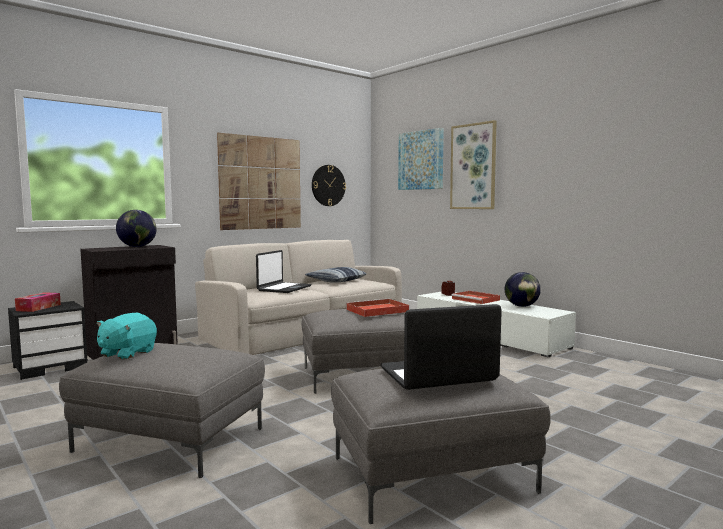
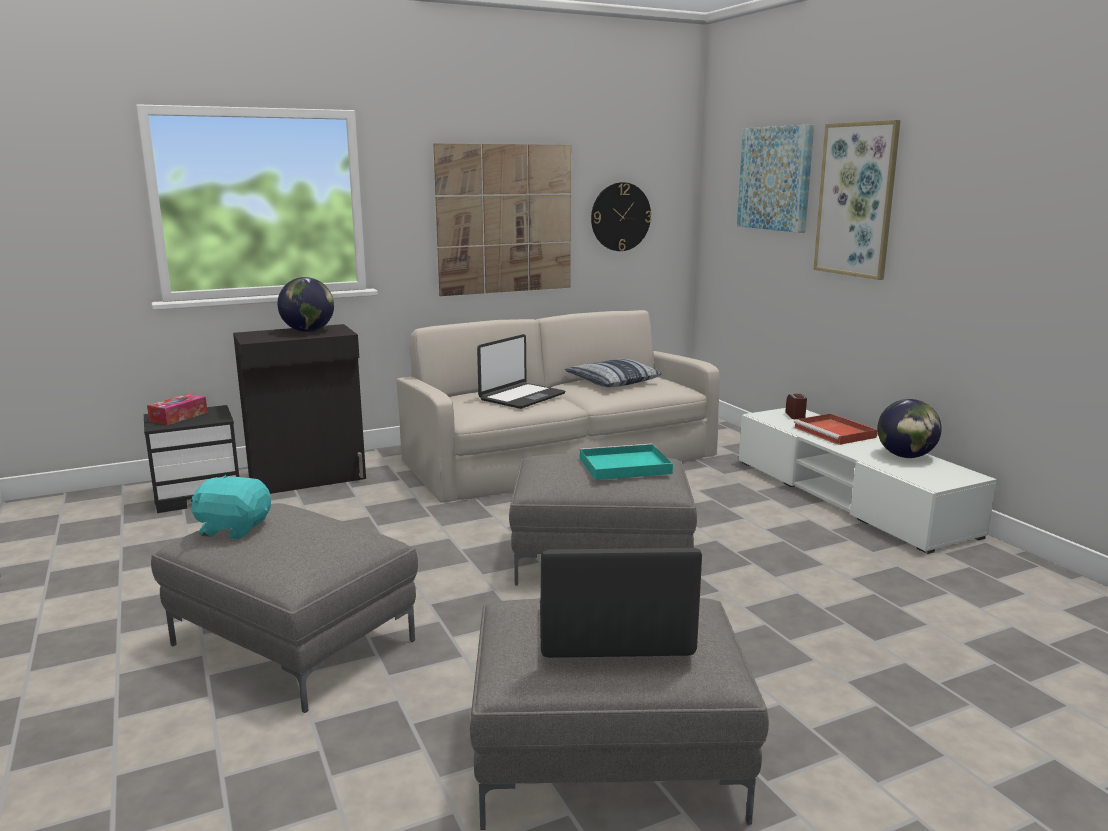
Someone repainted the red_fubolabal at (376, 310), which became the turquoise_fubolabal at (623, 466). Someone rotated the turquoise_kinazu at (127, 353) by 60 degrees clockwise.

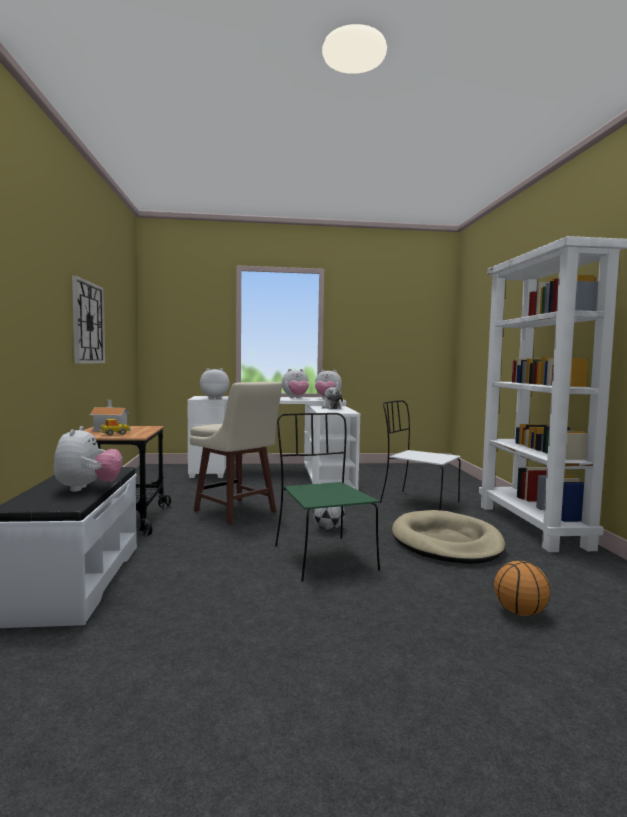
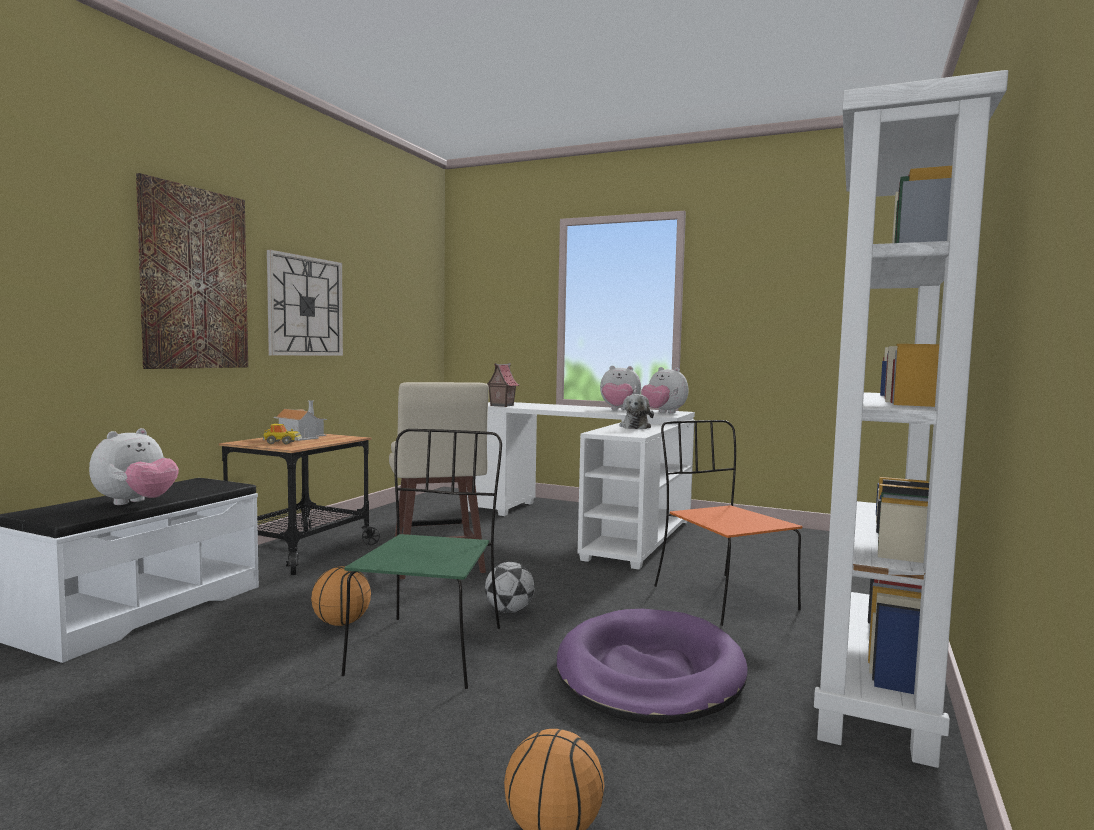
Someone swapped the kinazu at (215, 398) for the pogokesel at (501, 405). Someone repainted the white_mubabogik at (417, 502), which became the orange_mubabogik at (721, 597). Someone repainted the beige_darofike at (446, 542), which became the purple_darofike at (649, 673). Someone put up the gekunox at (194, 279). Someone put down the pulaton at (341, 623).

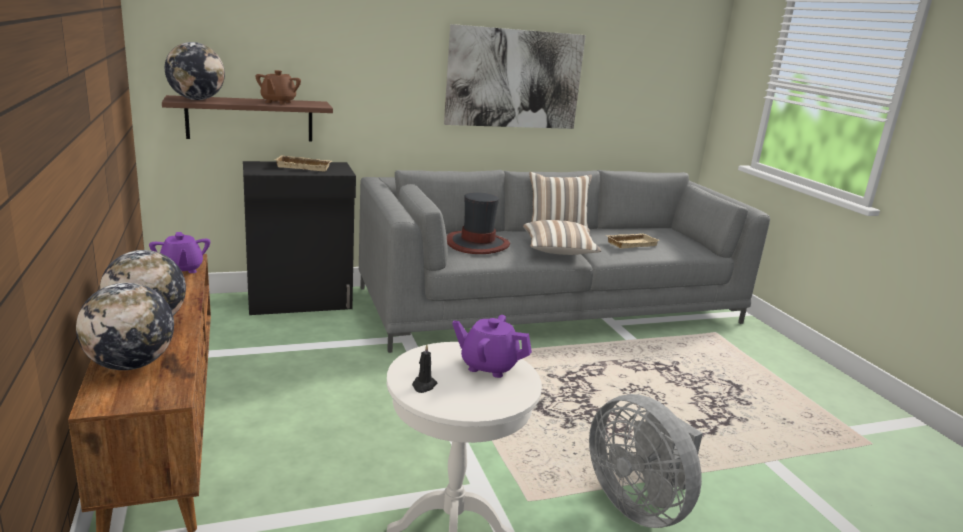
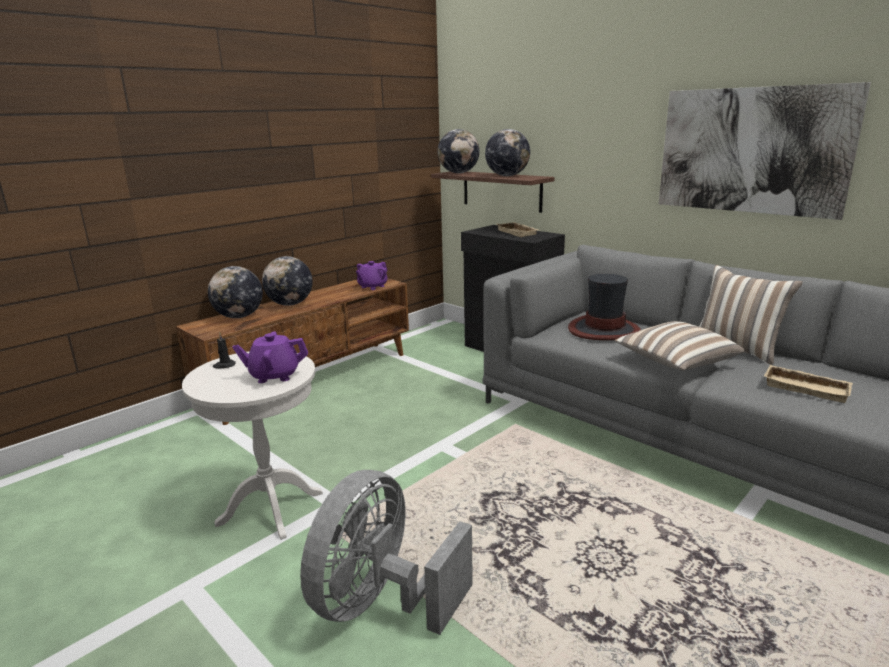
Someone swapped the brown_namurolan at (278, 102) for the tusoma at (507, 176). Someone rotated the purple_namurolan at (488, 366) by 90 degrees counterclockwise.

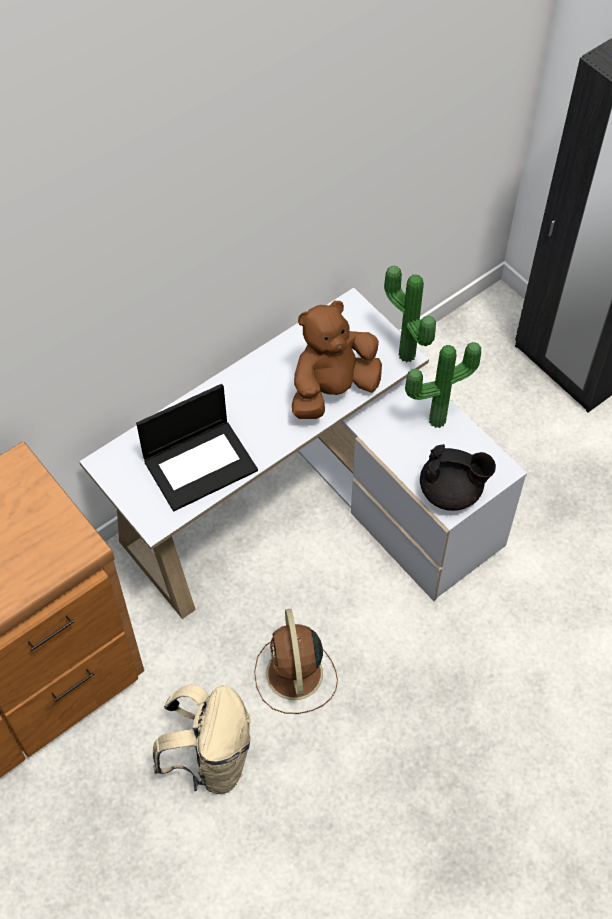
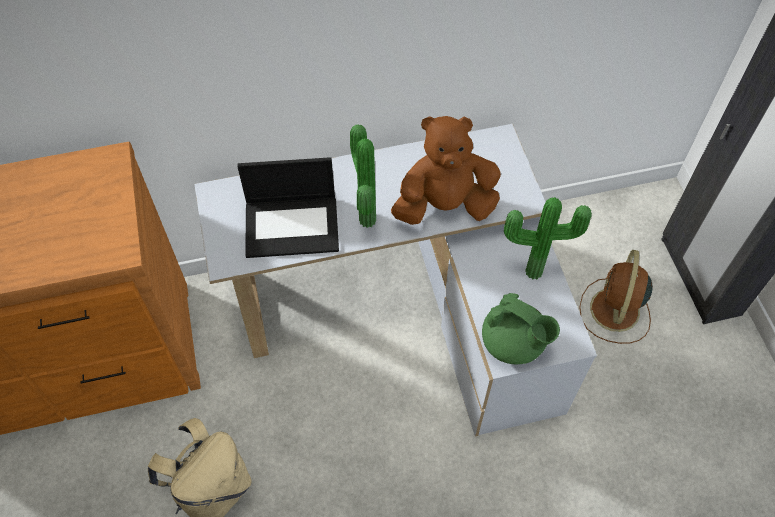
Someone carried the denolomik from (404, 357) to (364, 221). Someone repainted the black_namurolan at (451, 491), which became the green_namurolan at (513, 343). Someone carried the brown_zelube from (295, 676) to (614, 312).

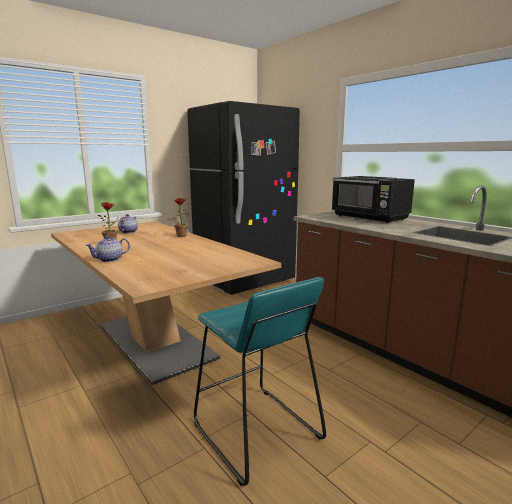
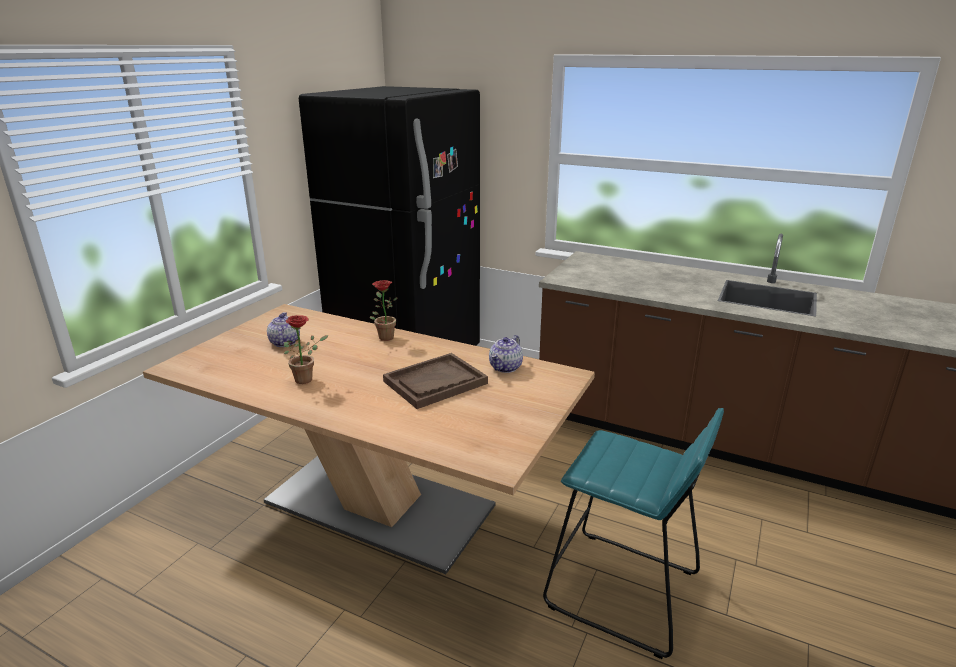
Someone took away the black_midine at (370, 218). Someone carried the namurolan from (109, 259) to (506, 367). Someone put down the brown_fubolabal at (435, 382).

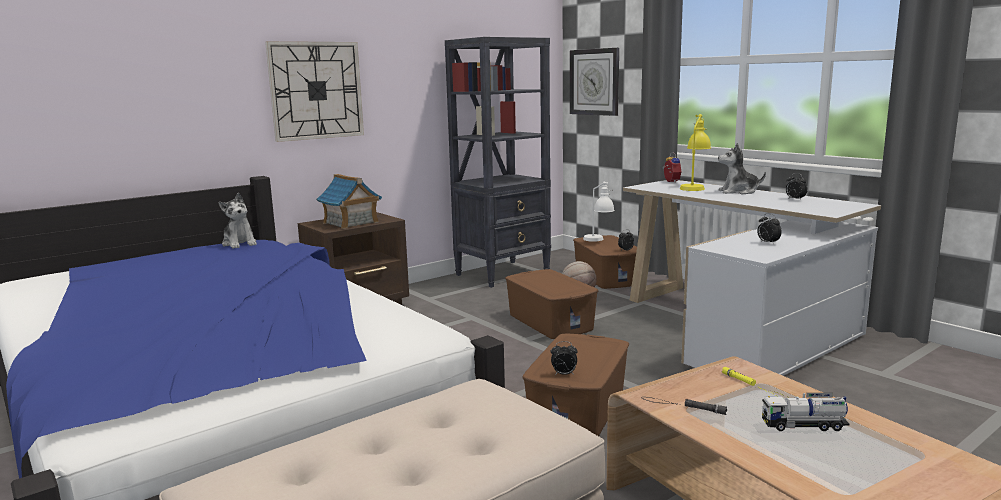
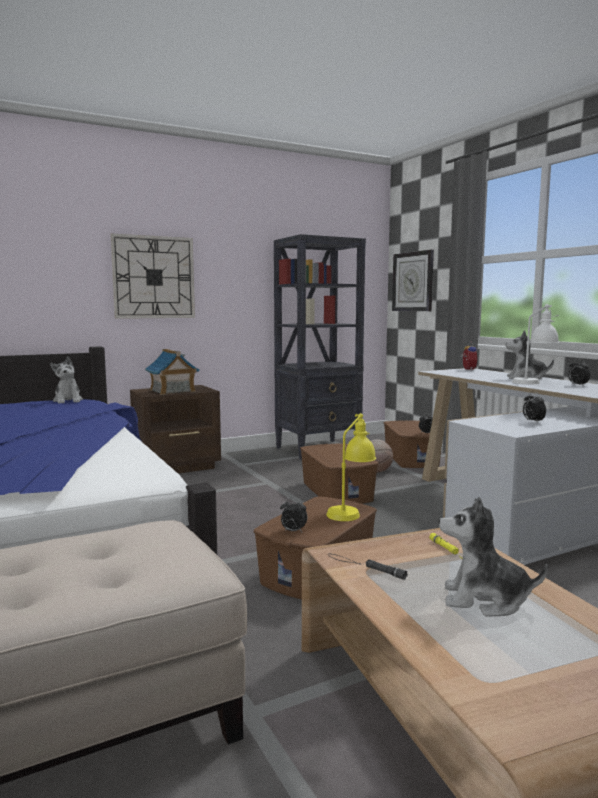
Someone carried the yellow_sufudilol from (694, 187) to (351, 511). Someone carried the white_sufudilol from (598, 240) to (534, 384). Someone swapped the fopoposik at (804, 426) for the kinazu at (484, 600).

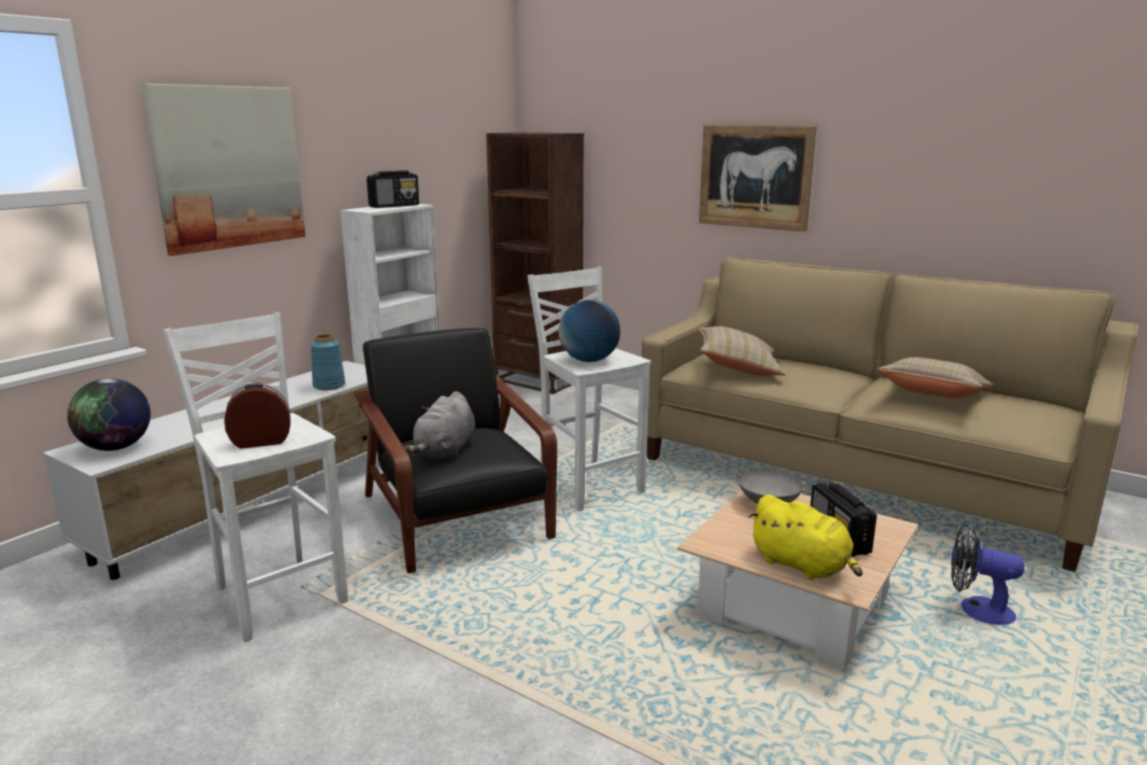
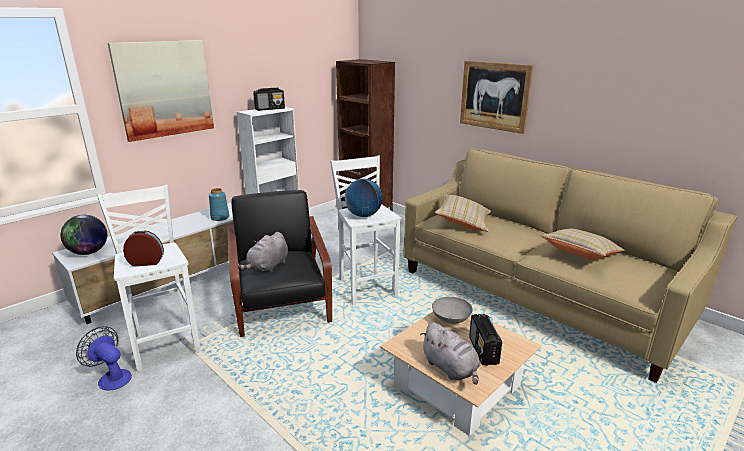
Someone repainted the yellow_kinazu at (803, 566), which became the grey_kinazu at (451, 368). Someone carried the zelube from (976, 610) to (111, 377).

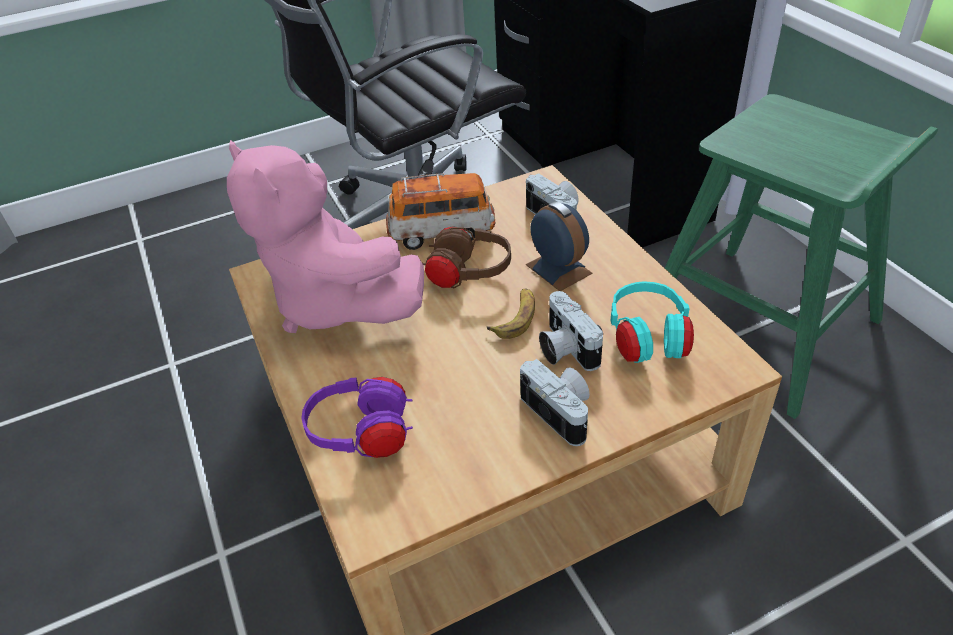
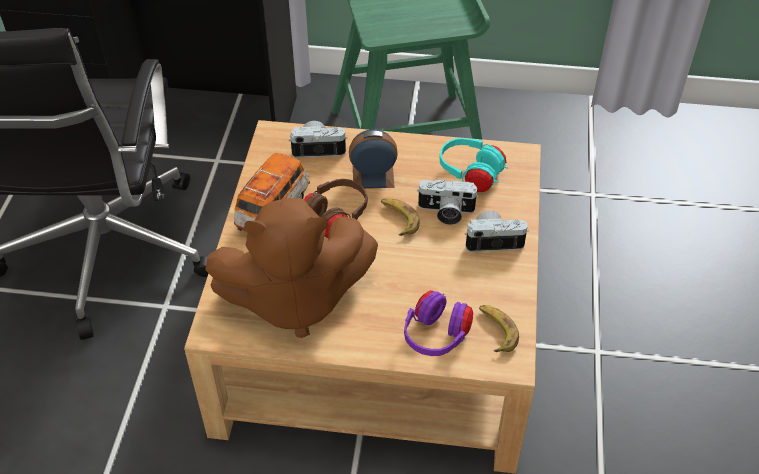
Someone repainted the pink_kinazu at (336, 303), which became the brown_kinazu at (294, 299). Someone put down the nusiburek at (496, 331).

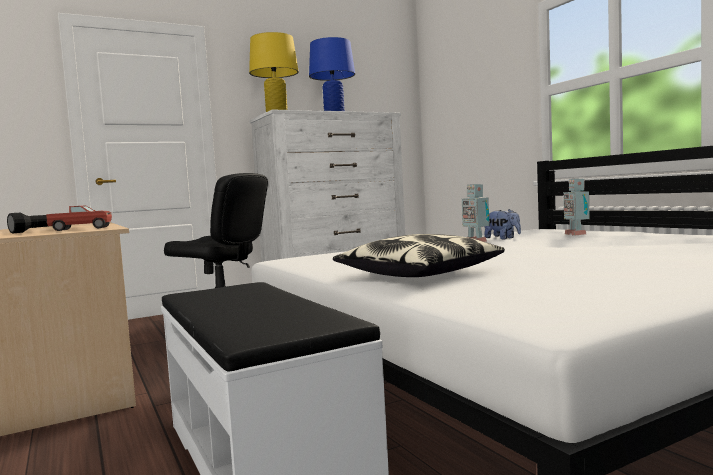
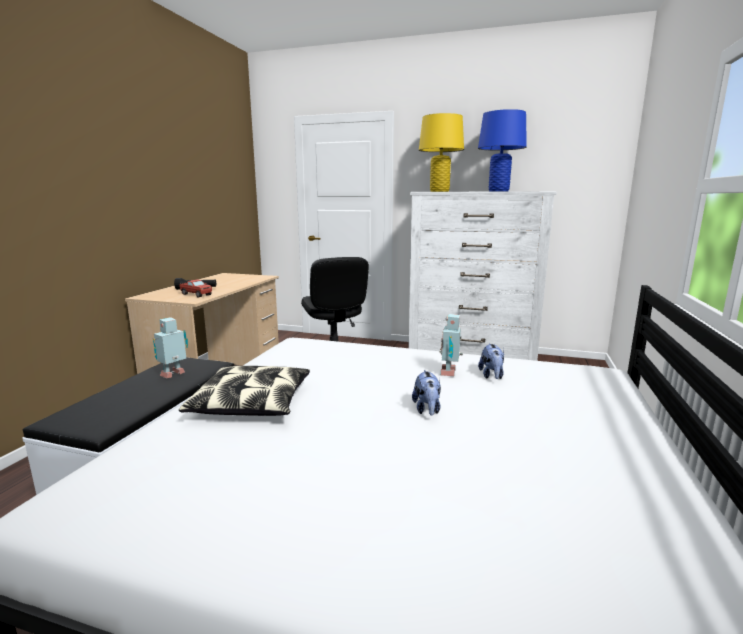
Someone carried the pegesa from (576, 234) to (174, 374). Someone put down the kinazu at (427, 409).

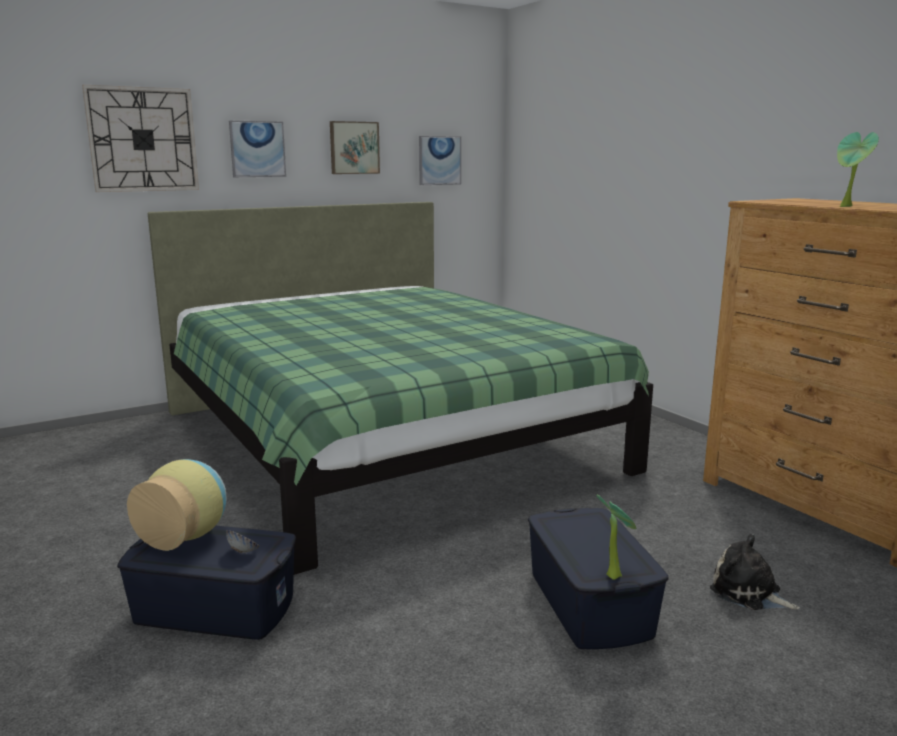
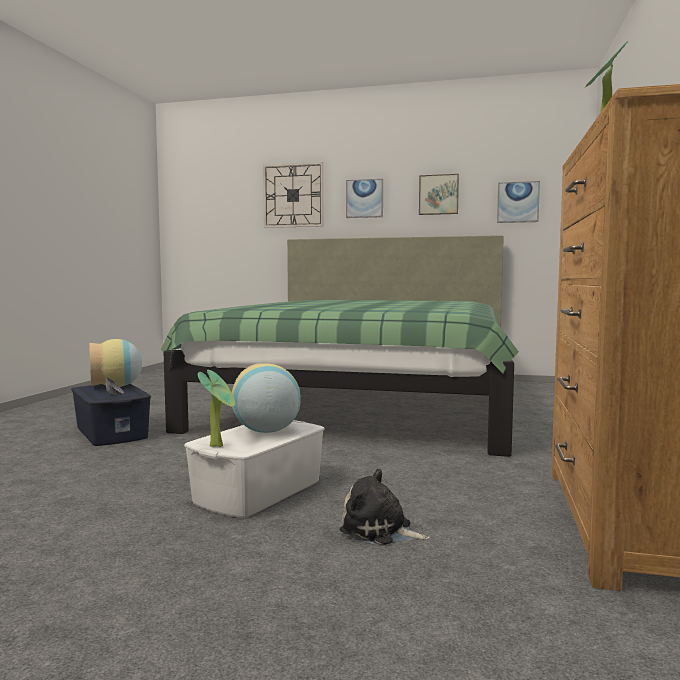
Someone repainted the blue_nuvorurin at (588, 604), which became the white_nuvorurin at (258, 491). Someone rotated the kinazu at (749, 593) by 60 degrees counterclockwise. Someone put down the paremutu at (266, 431).

